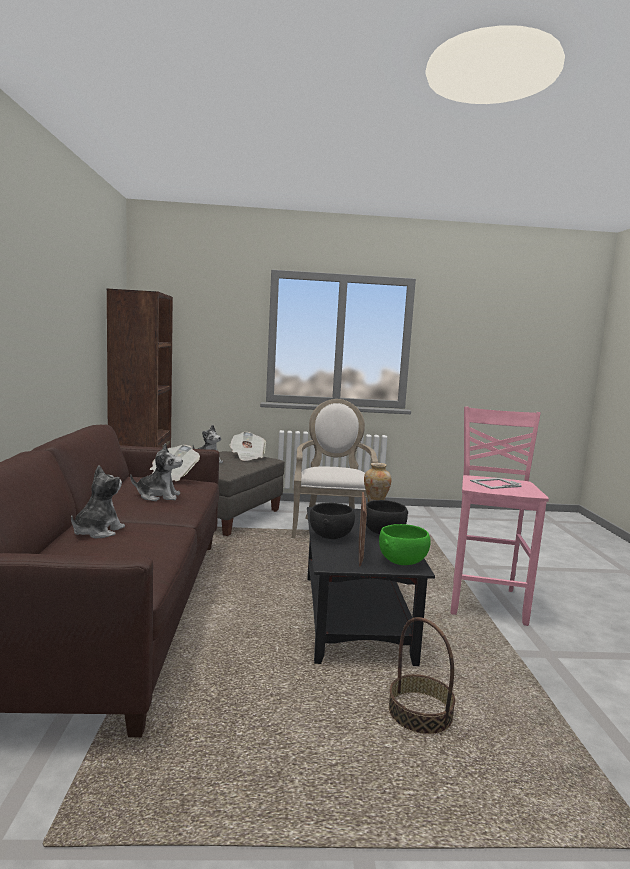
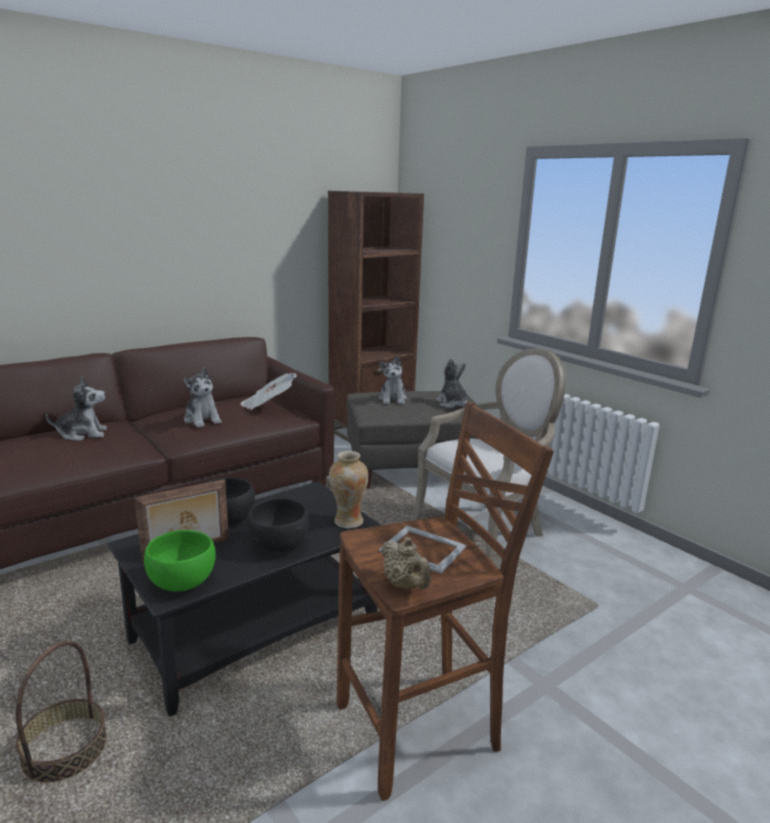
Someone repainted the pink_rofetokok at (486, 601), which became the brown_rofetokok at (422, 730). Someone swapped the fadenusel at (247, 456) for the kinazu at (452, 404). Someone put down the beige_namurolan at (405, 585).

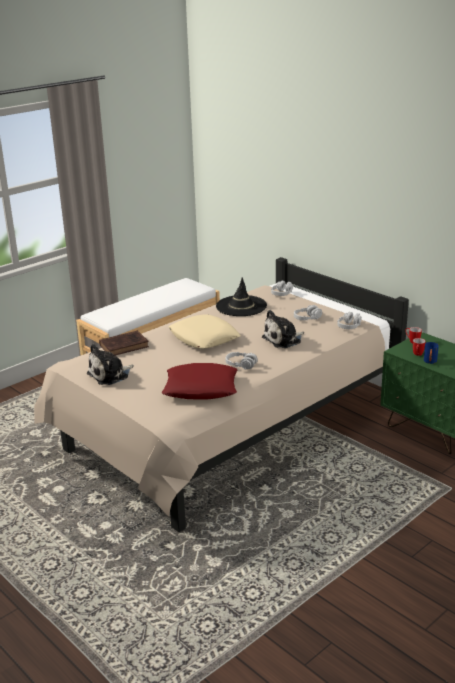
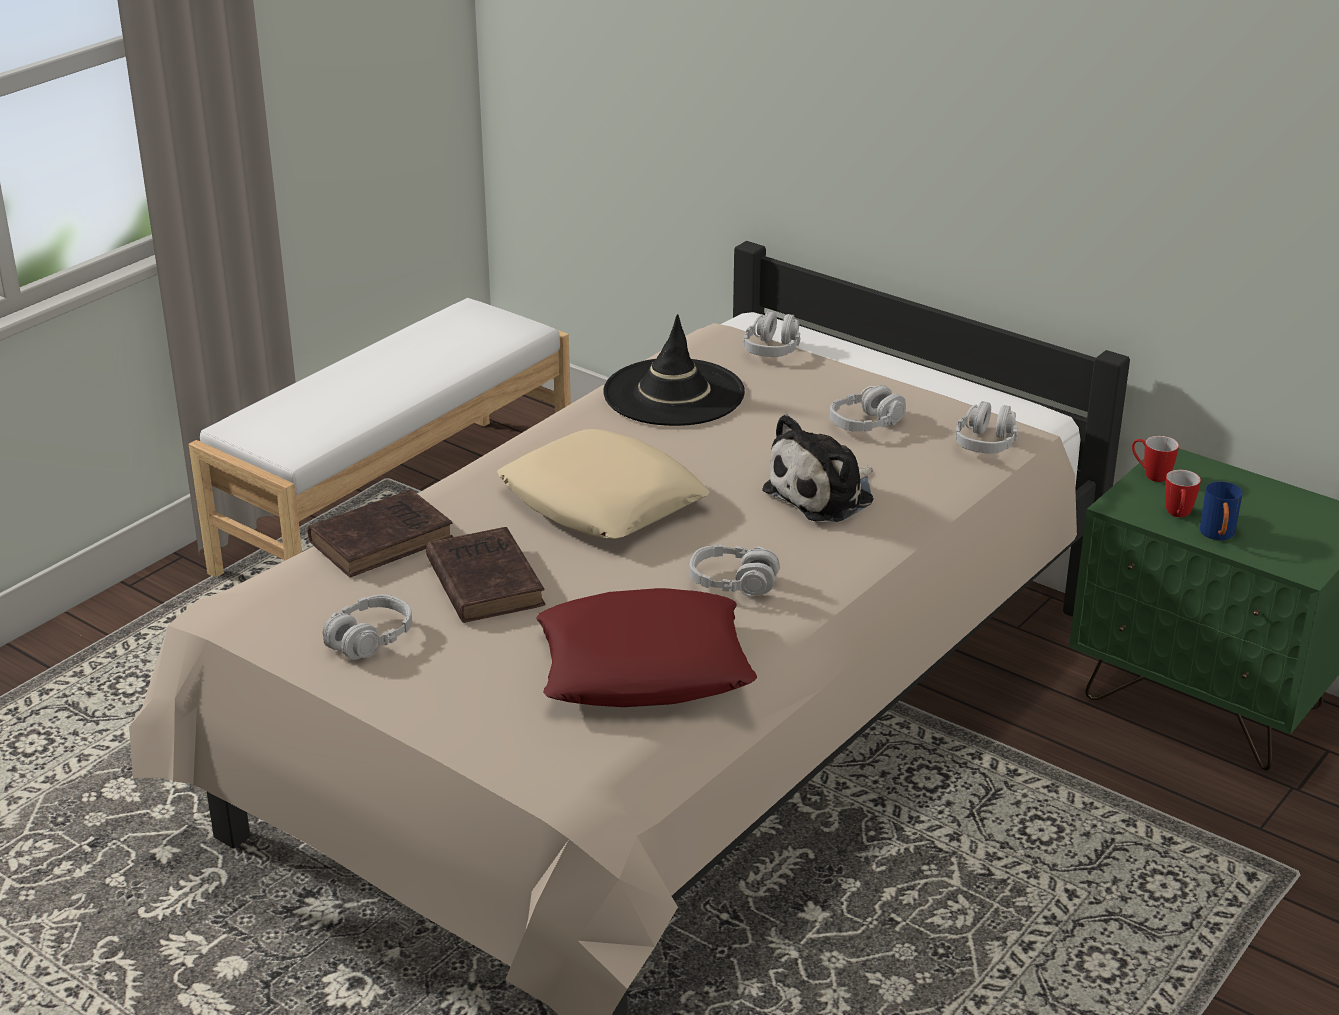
Someone swapped the kinazu at (110, 375) for the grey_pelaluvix at (369, 639). Someone put down the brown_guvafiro at (484, 580).

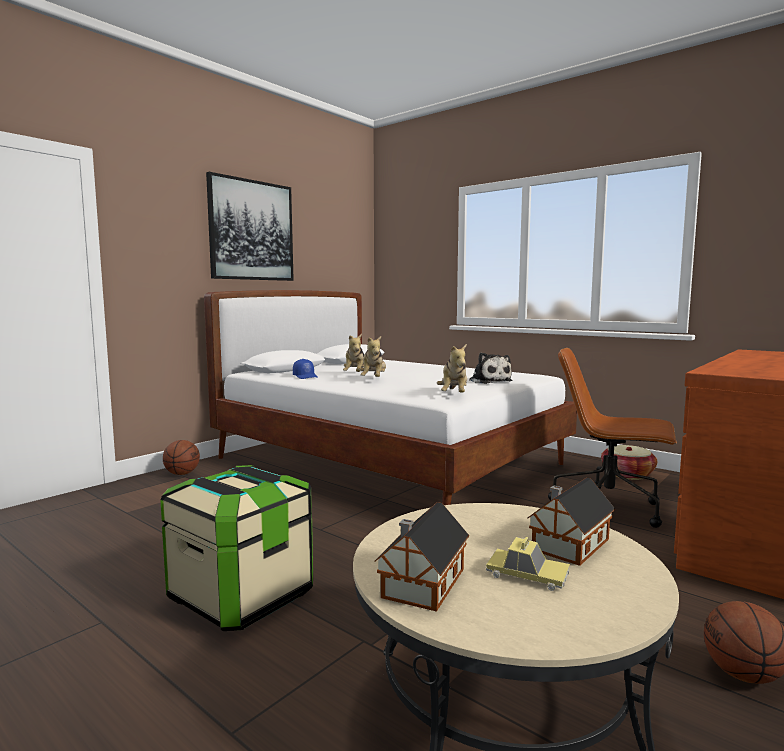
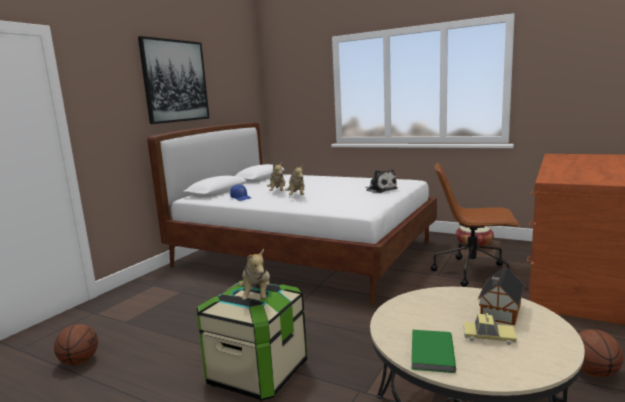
Someone carried the kinazu from (454, 395) to (257, 296). Someone carried the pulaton from (182, 473) to (79, 361). Someone swapped the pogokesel at (421, 585) for the green_guvafiro at (430, 353).

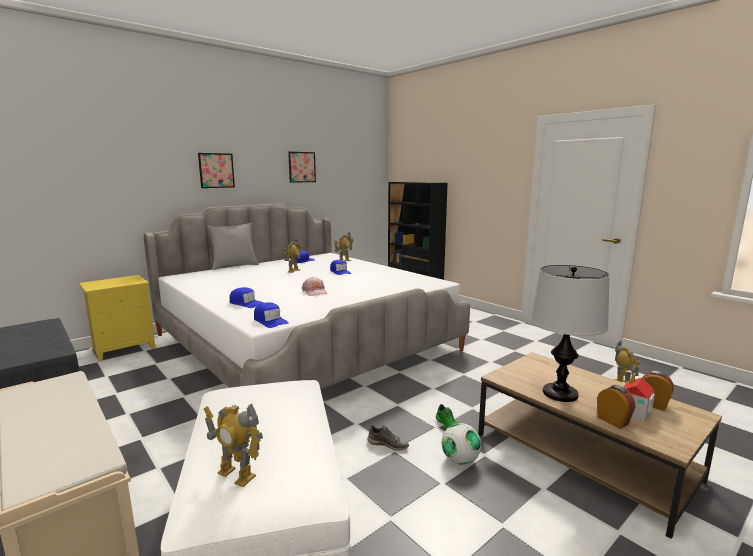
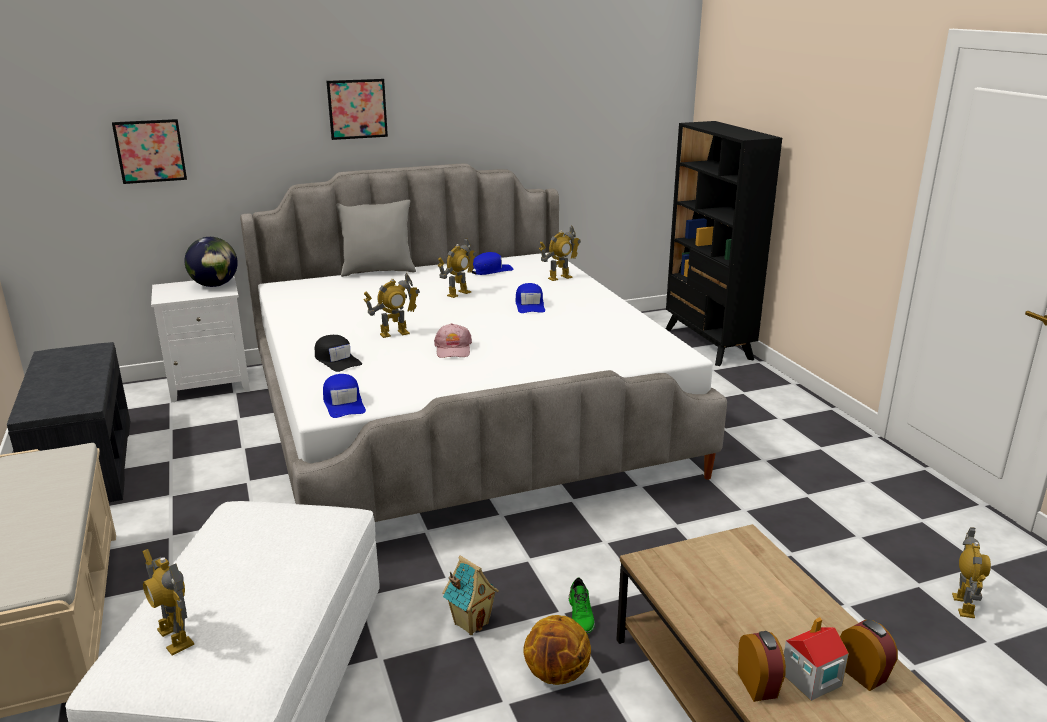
Someone carried the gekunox from (302, 167) to (150, 151). Someone took away the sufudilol at (560, 393). Someone repainted the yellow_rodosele at (124, 348), which became the white_rodosele at (211, 384). Someone repainted the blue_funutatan at (246, 303), which became the black_funutatan at (337, 360). Someone swapped the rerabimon at (460, 460) for the pulaton at (557, 675). Someone swapped the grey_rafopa at (388, 444) for the pogokesel at (471, 623). Someone put down the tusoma at (215, 285). Someone put down the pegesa at (394, 333).

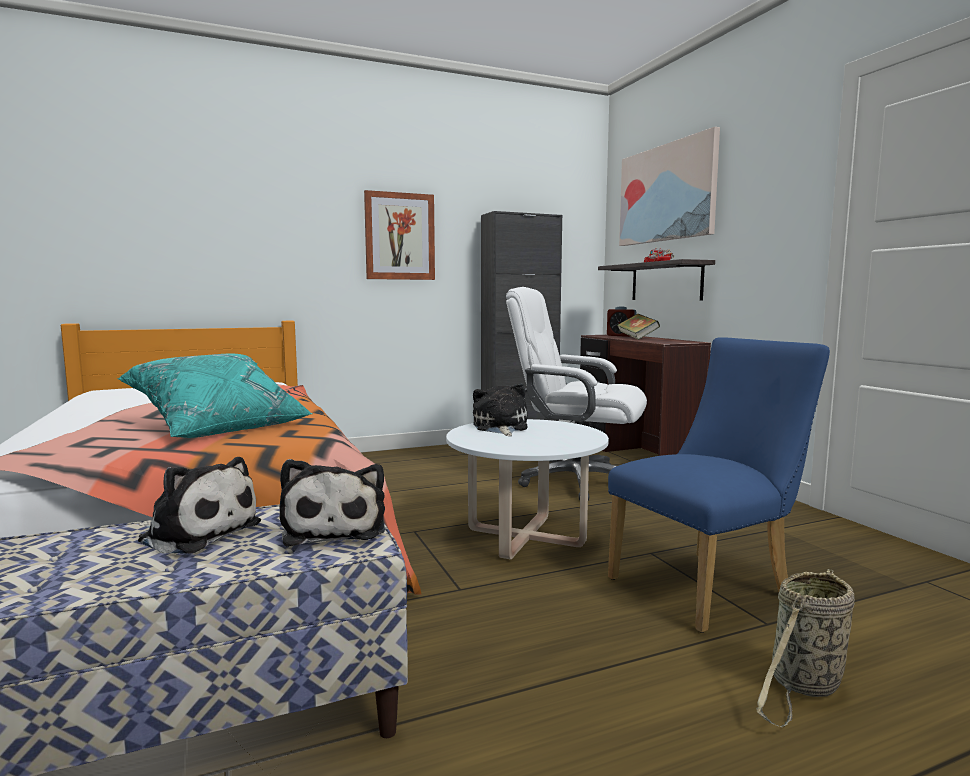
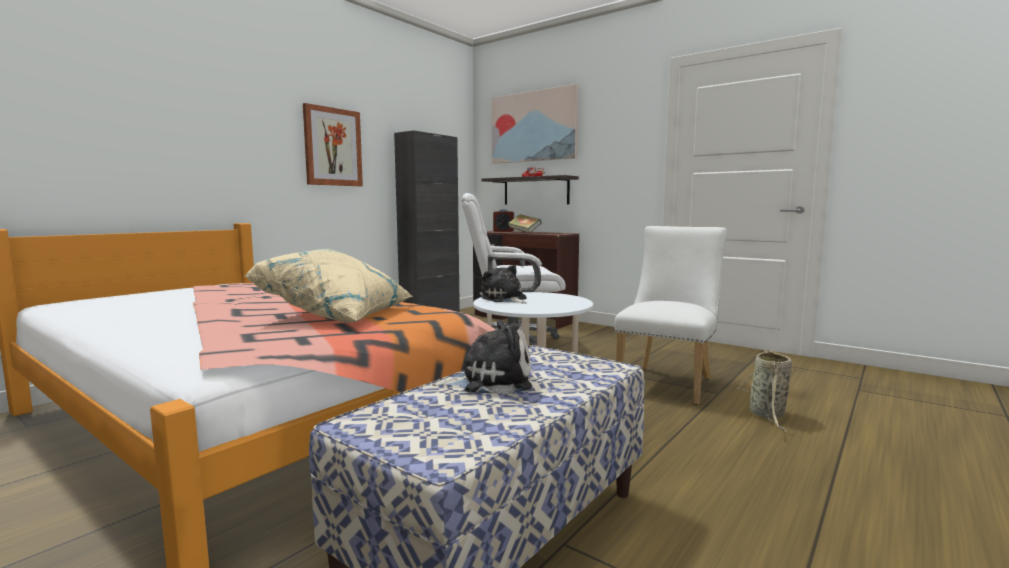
Someone repainted the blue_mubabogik at (708, 585), which became the white_mubabogik at (668, 382). Someone repainted the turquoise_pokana at (220, 426), which became the beige_pokana at (338, 314). Someone took away the kinazu at (335, 528).

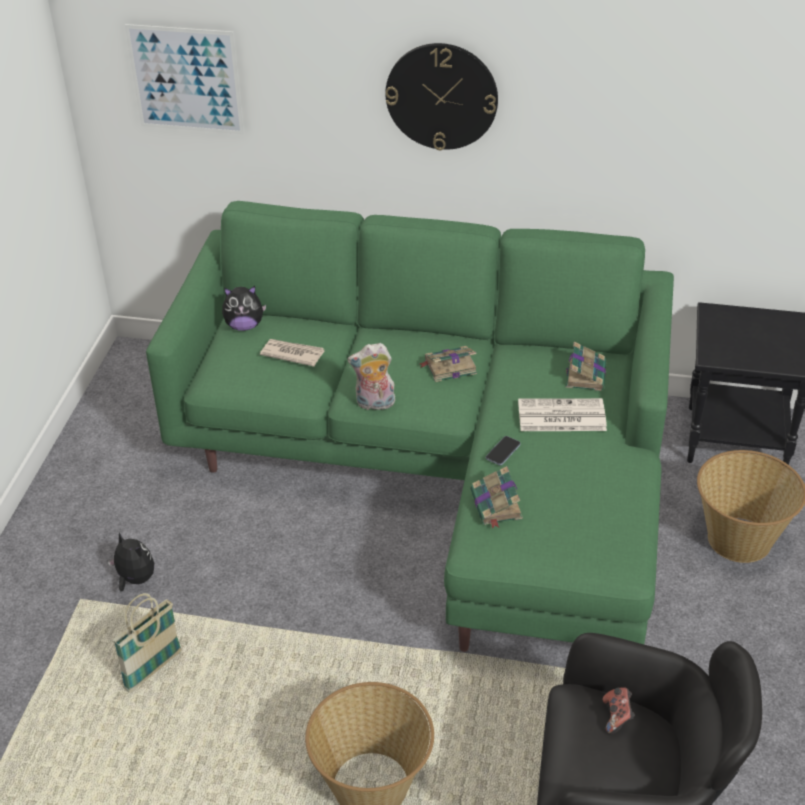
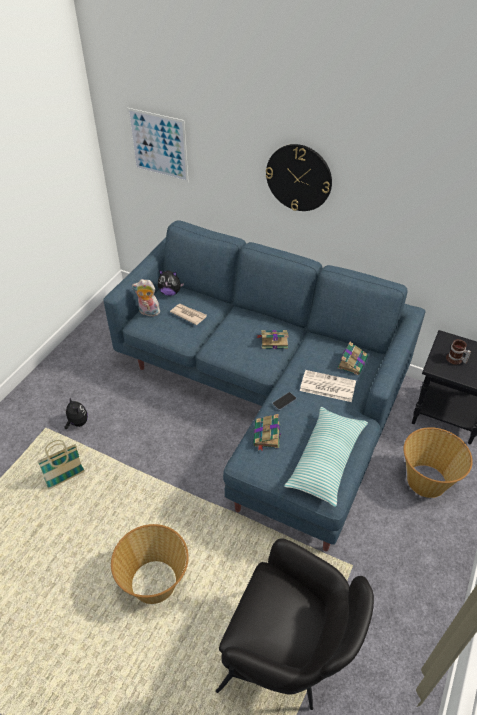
Someone repainted the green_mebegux at (445, 472), which became the blue_mebegux at (267, 397). Someone carried the kinazu from (374, 404) to (148, 312). Someone took away the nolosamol at (617, 717). Someone put down the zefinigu at (455, 360). Someone put down the pokana at (326, 460).

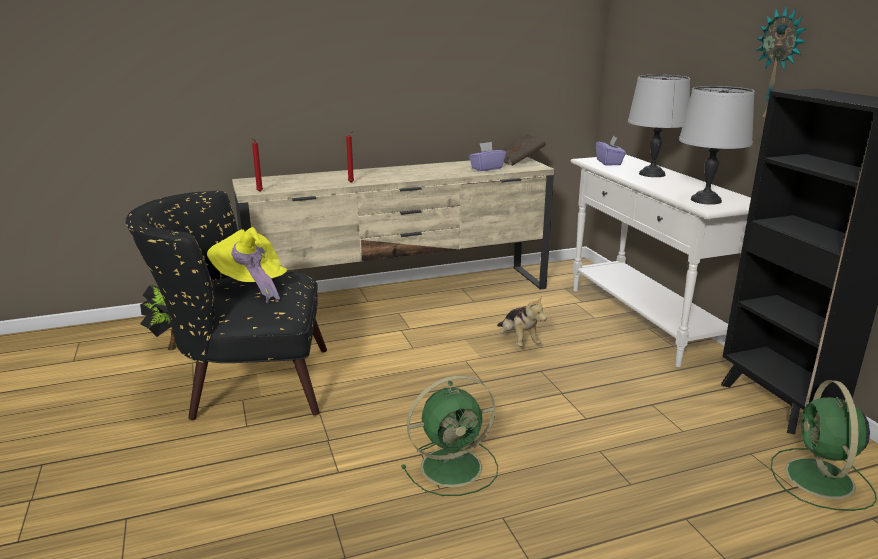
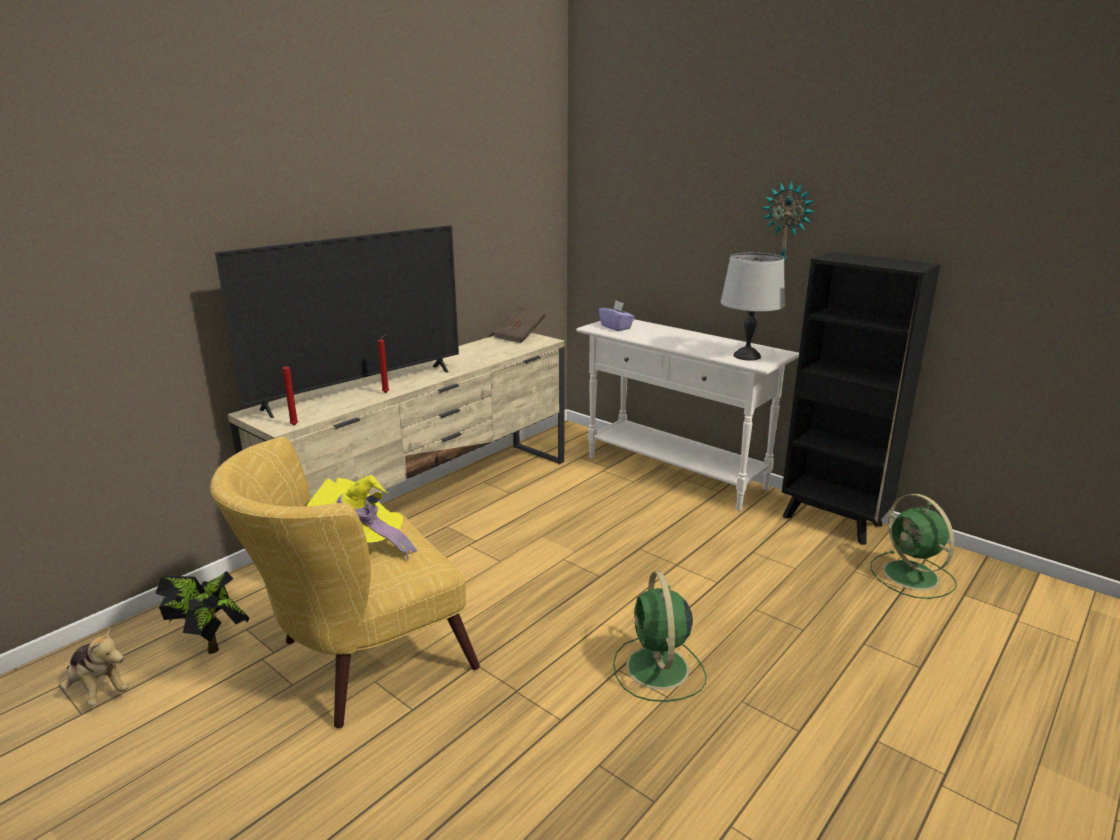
Someone took away the grey_sufudilol at (651, 174). Someone took away the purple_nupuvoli at (486, 168). Someone repainted the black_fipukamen at (244, 383), which became the yellow_fipukamen at (357, 662). Someone carried the kinazu from (518, 341) to (98, 689). Someone rotated the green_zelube at (454, 466) by 135 degrees clockwise. Someone put down the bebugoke at (360, 389).

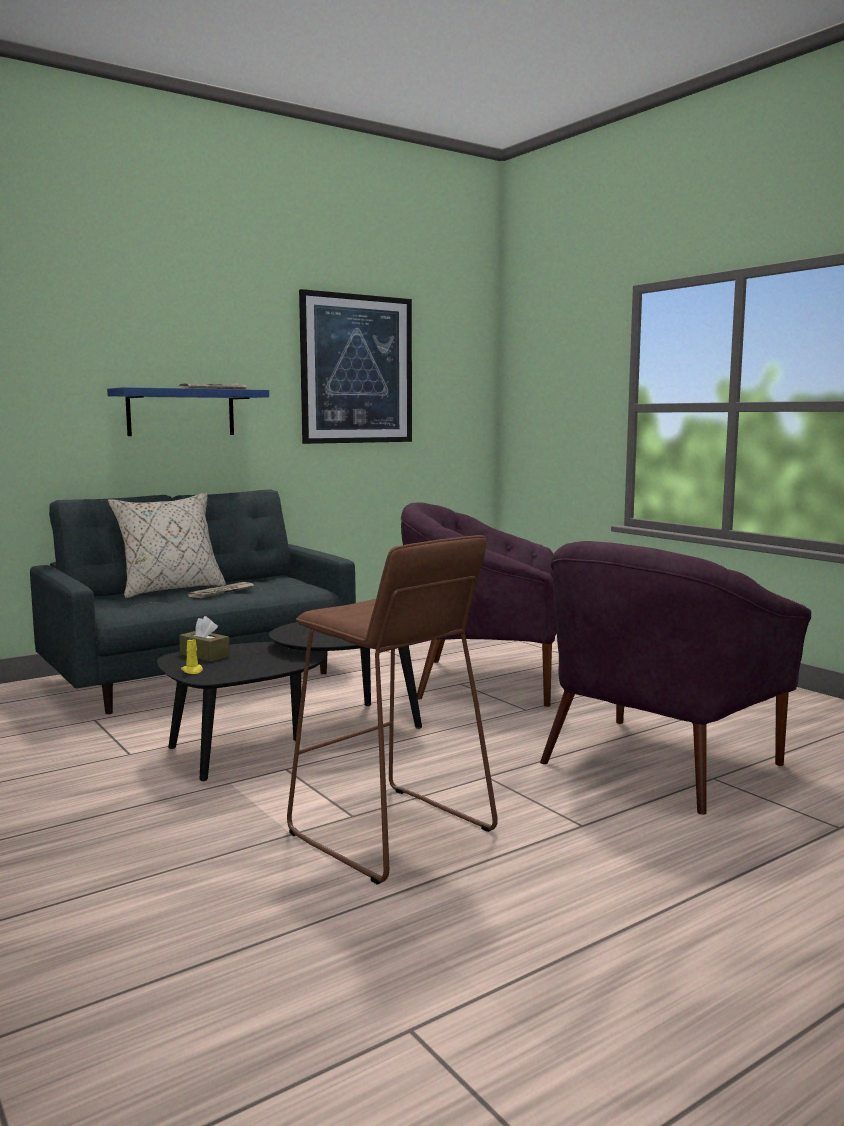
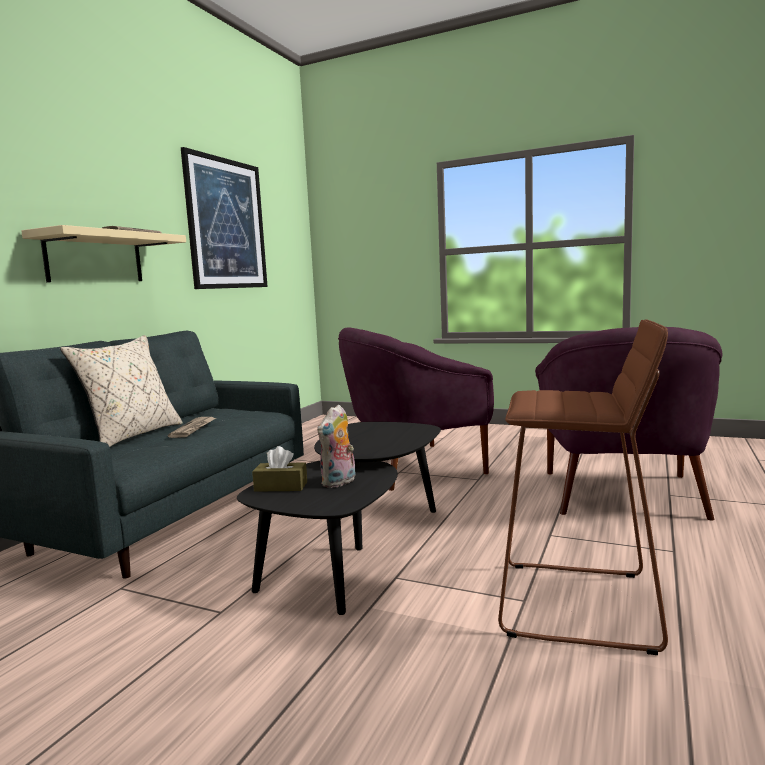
Someone repainted the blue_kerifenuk at (181, 412), which became the beige_kerifenuk at (95, 258). Someone took away the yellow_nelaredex at (192, 671). Someone put down the kinazu at (339, 482).

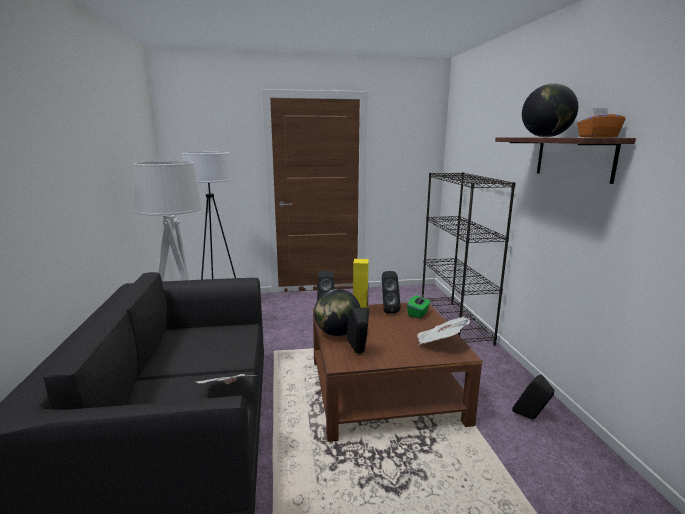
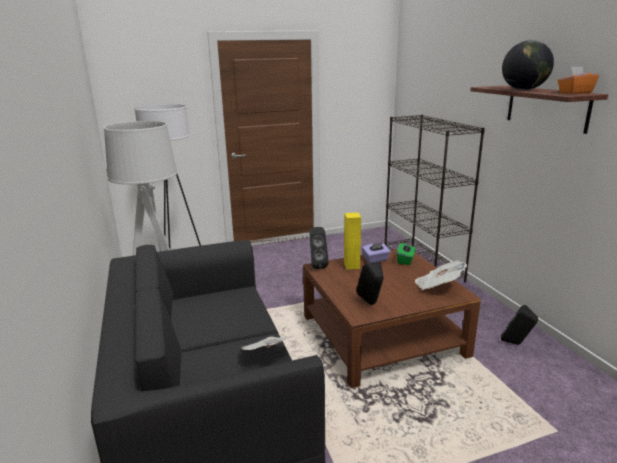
Someone swapped the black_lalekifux at (387, 310) for the purple_nupuvoli at (376, 259). Someone took away the tusoma at (337, 333).

